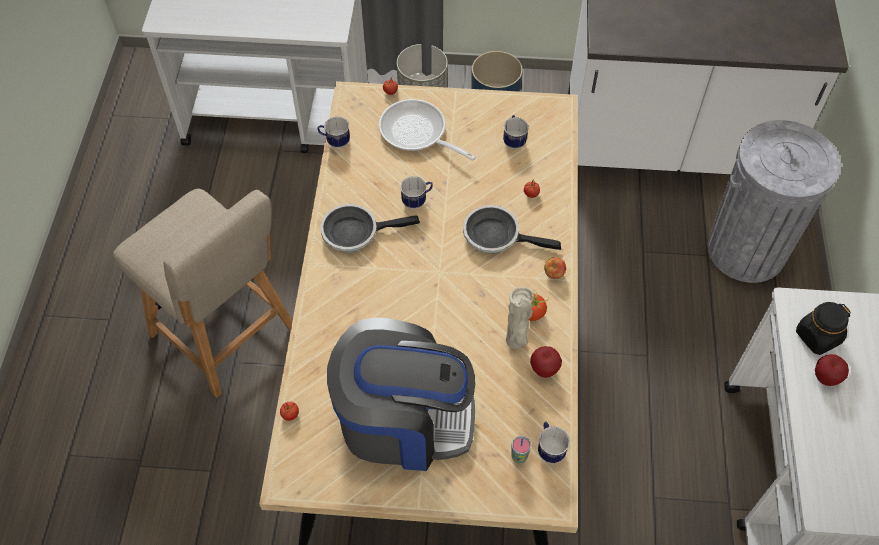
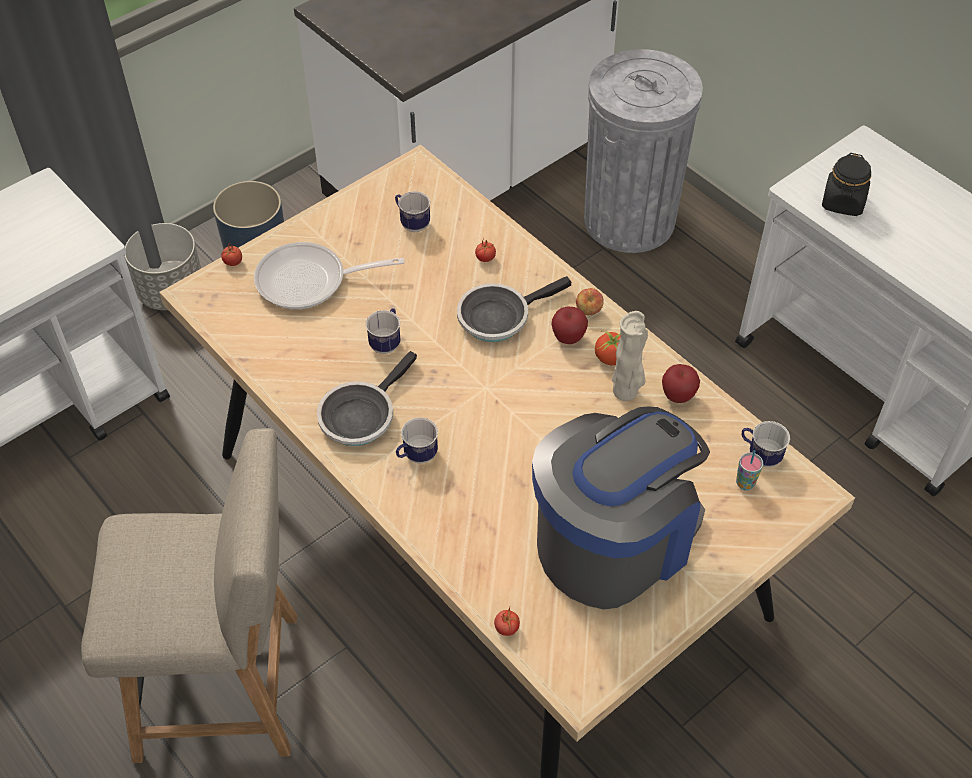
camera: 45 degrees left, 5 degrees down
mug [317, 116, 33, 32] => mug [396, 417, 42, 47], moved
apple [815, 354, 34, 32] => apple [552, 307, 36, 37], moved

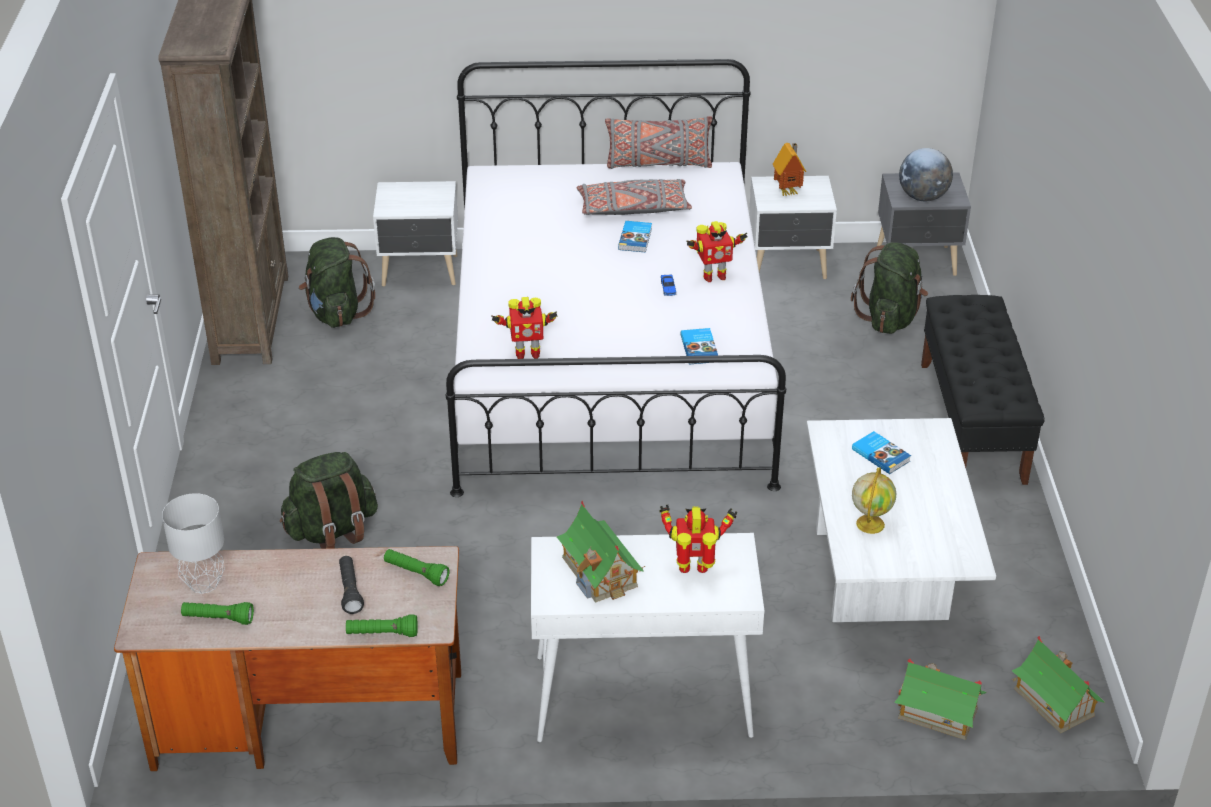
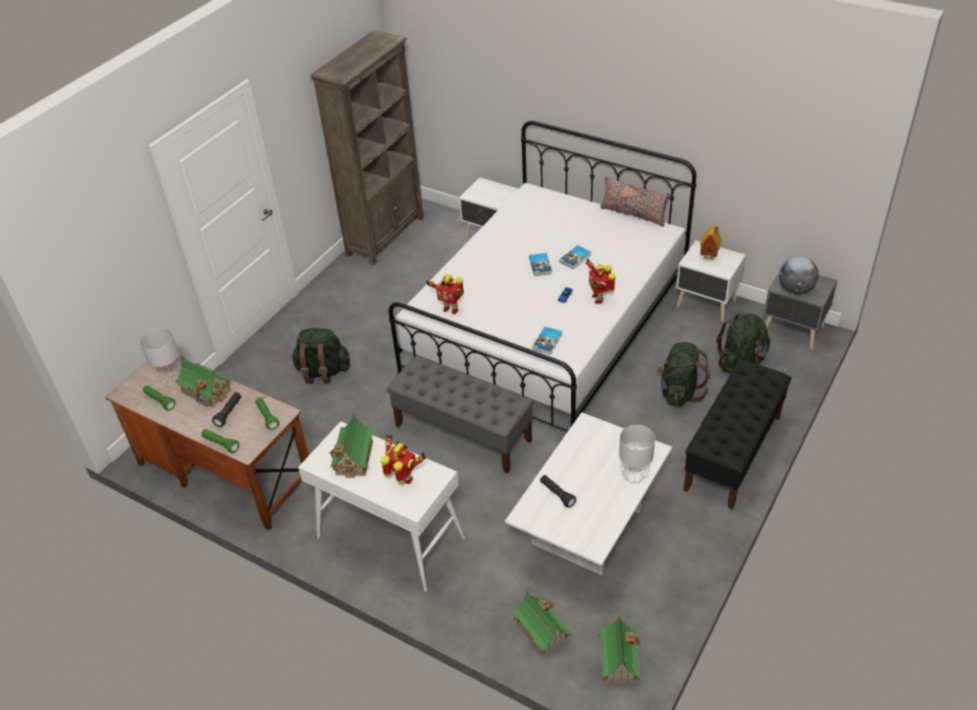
camera: 35 degrees right, 5 degrees up
grey_pillow [576, 179, 116, 36] => nothing
nothing => toy_house [174, 356, 58, 51]
nothing => grey_bench [387, 355, 147, 119]
nothing => grey_table_lamp [619, 425, 36, 59]
green_backpack [299, 237, 76, 91] => green_backpack [657, 342, 53, 64], moved
book [852, 431, 59, 43] => book [529, 253, 23, 23], moved
globe [852, 467, 44, 67] => black_flashlight [540, 475, 36, 33]
toy_robot [686, 221, 61, 61] => toy_robot [586, 259, 29, 45], 60 degrees clockwise

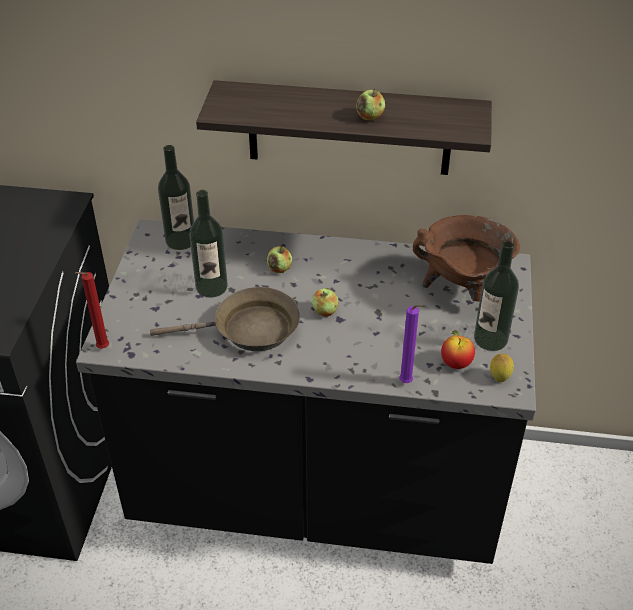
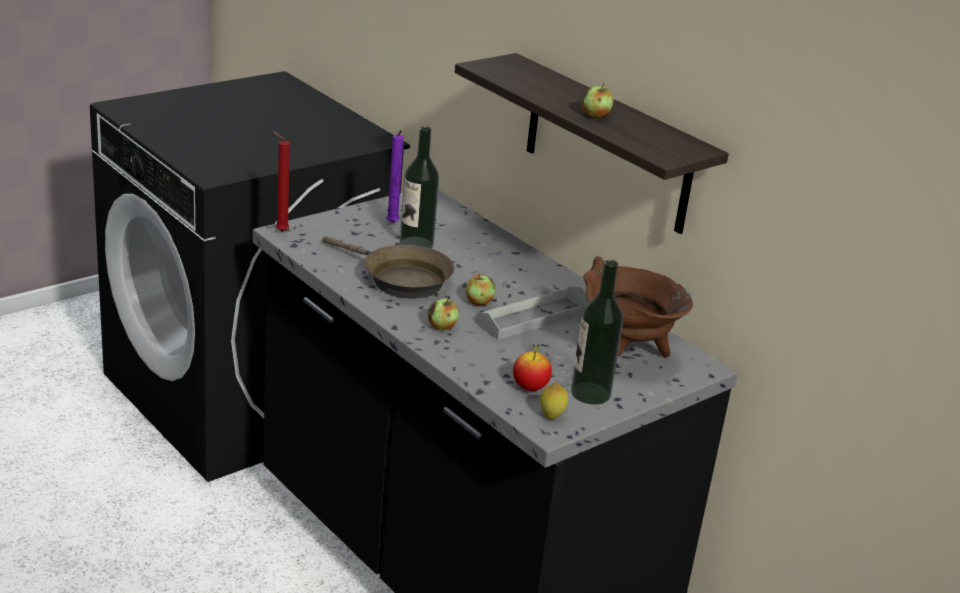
camera: 40 degrees right, 15 degrees down
bottle [158, 145, 36, 105] => nothing
nothing => grey_tray [476, 287, 113, 53]
apple [267, 246, 25, 27] => apple [428, 298, 31, 33], moved
purple_candle [399, 304, 26, 79] => purple_candle [387, 130, 17, 93], moved

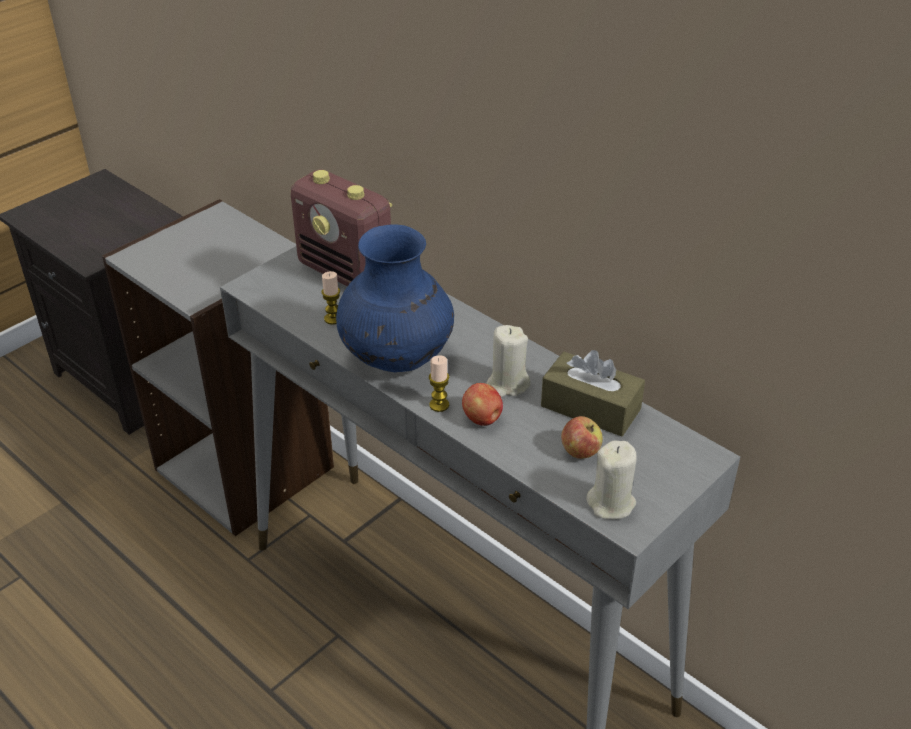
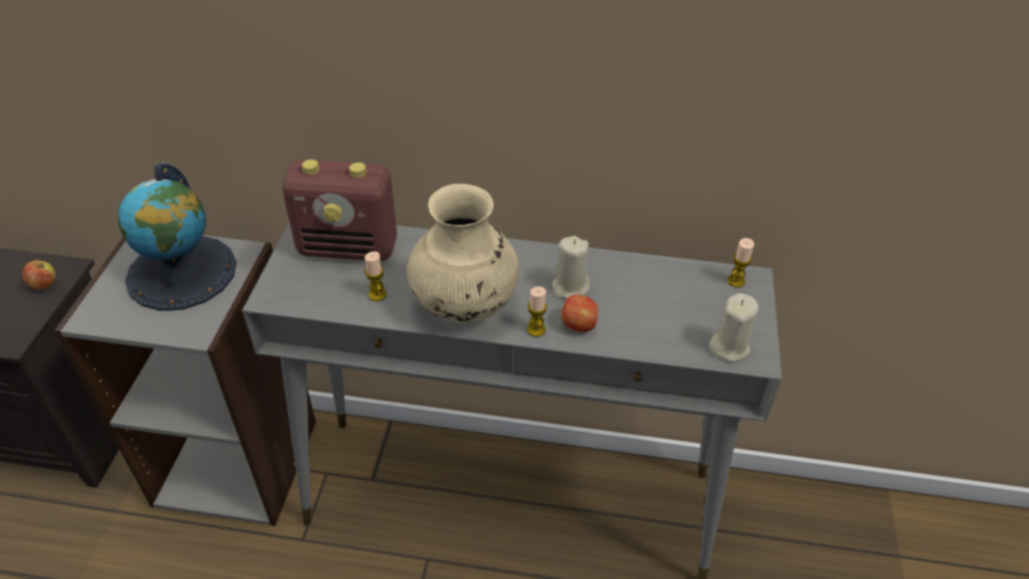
camera: 35 degrees left, 5 degrees up
brown_tissue_box [541, 350, 104, 86] => nothing
nothing => globe [118, 163, 119, 148]
nothing => candle [727, 238, 27, 50]
apple [561, 416, 42, 43] => apple [22, 260, 34, 30], moved
blue_vase [336, 224, 118, 148] => beige_vase [407, 184, 113, 139]

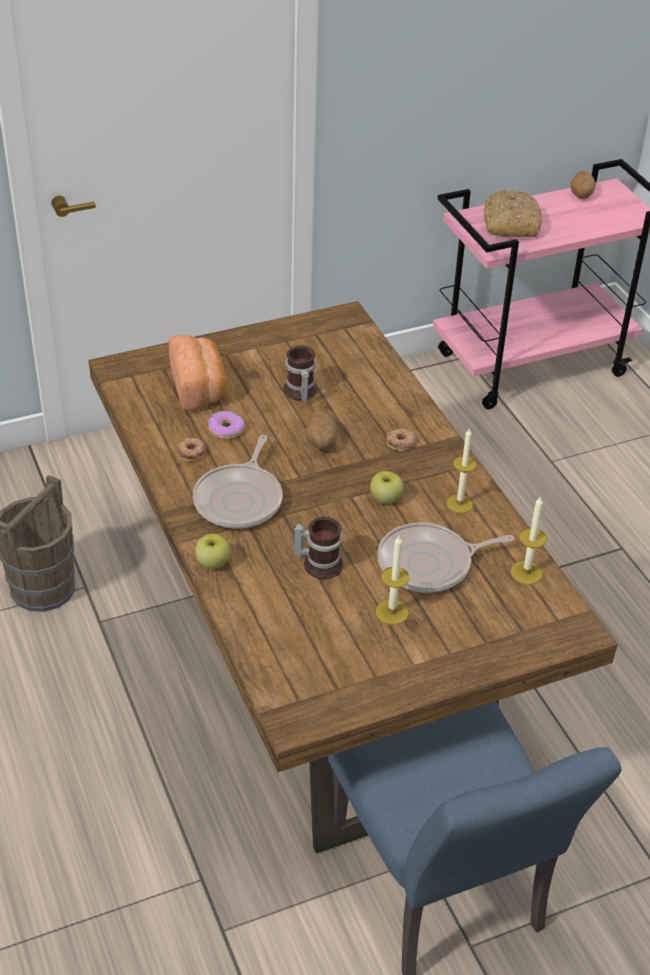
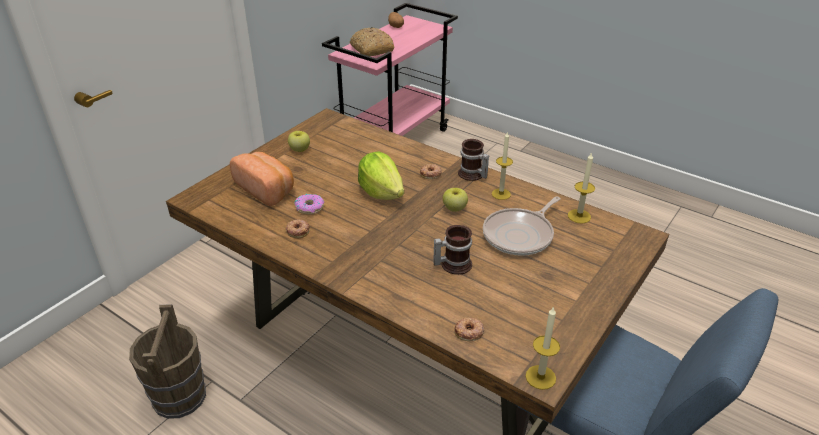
camera: 30 degrees left, 5 degrees down
frying_pan [193, 435, 89, 94] => nothing
nothing => donut [454, 317, 30, 24]
apple [195, 534, 35, 35] => apple [288, 131, 22, 21], moved
mug [283, 345, 34, 57] => mug [458, 139, 31, 42], moved
candle [376, 536, 34, 89] => candle [525, 306, 35, 84], moved
potato [305, 411, 33, 39] => lettuce [358, 151, 46, 49]

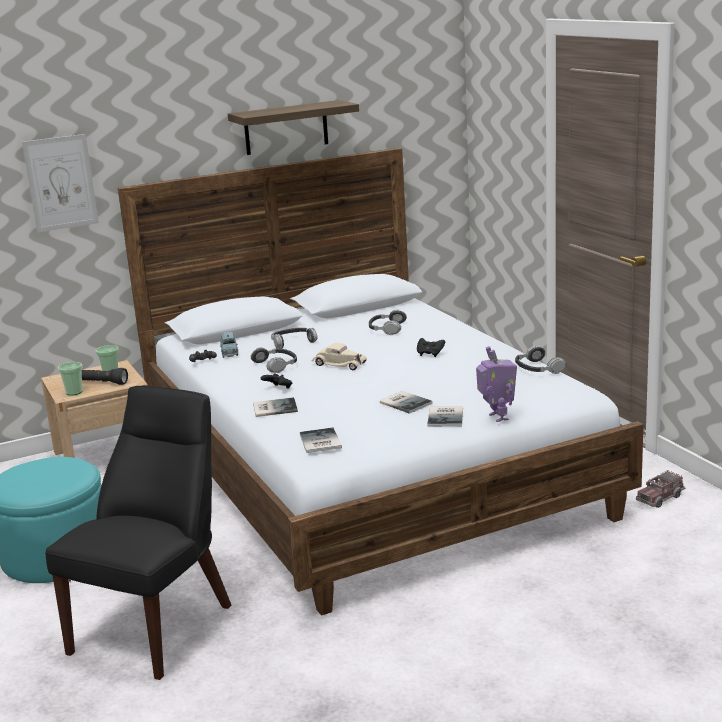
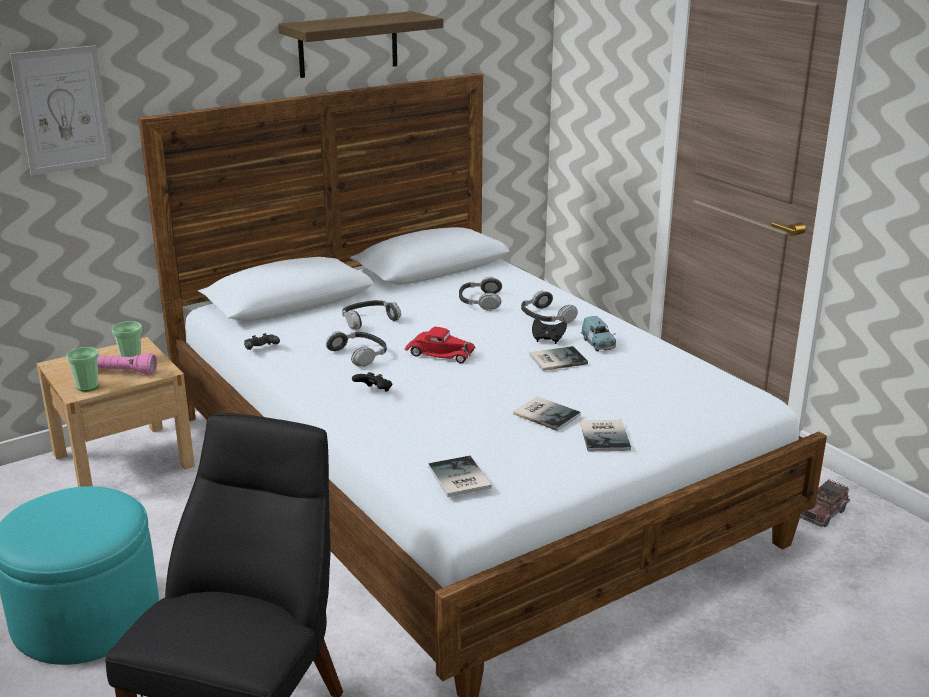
camera: 10 degrees left, 5 degrees up
toy_robot [476, 346, 41, 76] => nothing
blue_toy_car [220, 332, 18, 26] => blue_toy_car [581, 316, 35, 35], moved
book [253, 397, 45, 20] => book [529, 346, 59, 25], moved
headphones [515, 346, 51, 28] => headphones [521, 290, 57, 34], moved
black_flashlight [82, 368, 46, 17] => pink_flashlight [98, 353, 59, 22]
beige_toy_car [311, 343, 56, 27] => red_toy_car [404, 327, 72, 36]

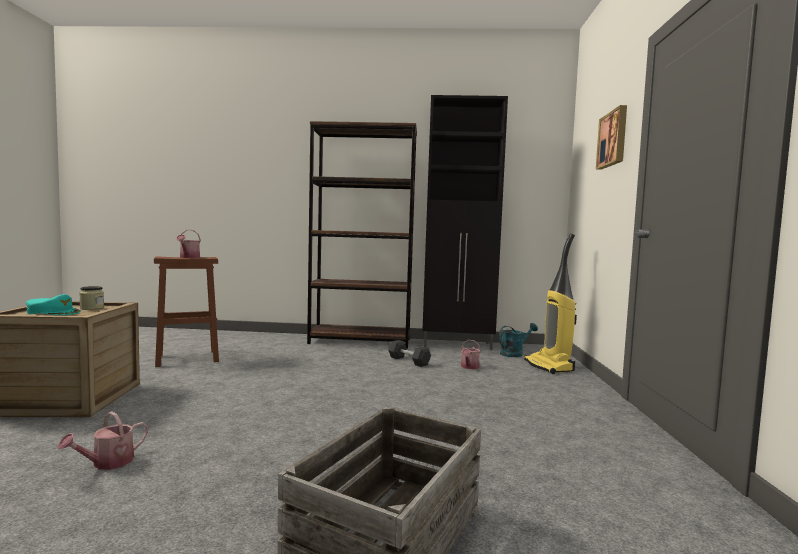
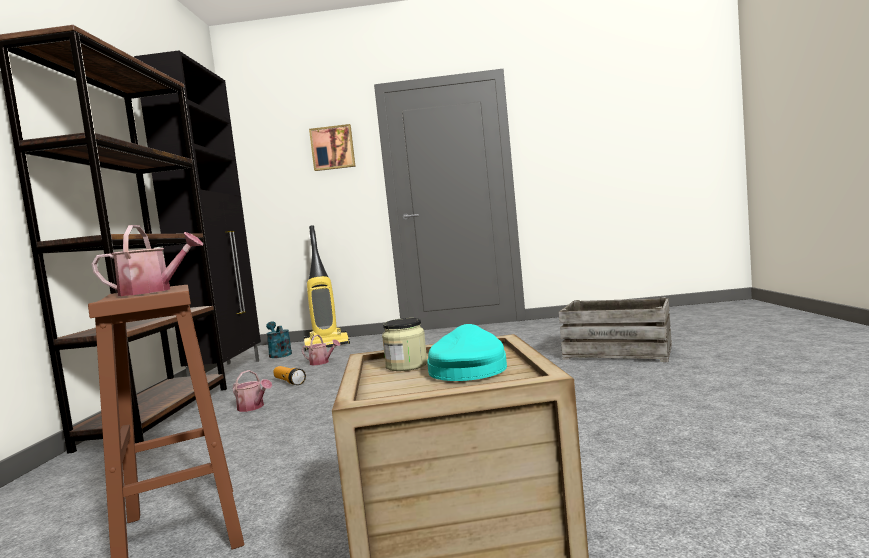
camera: 90 degrees left, 0 degrees up
watering_can [58, 411, 90, 59] => watering_can [232, 370, 40, 42], moved
grey_dumbbell [388, 340, 43, 27] => flashlight [273, 366, 33, 19]

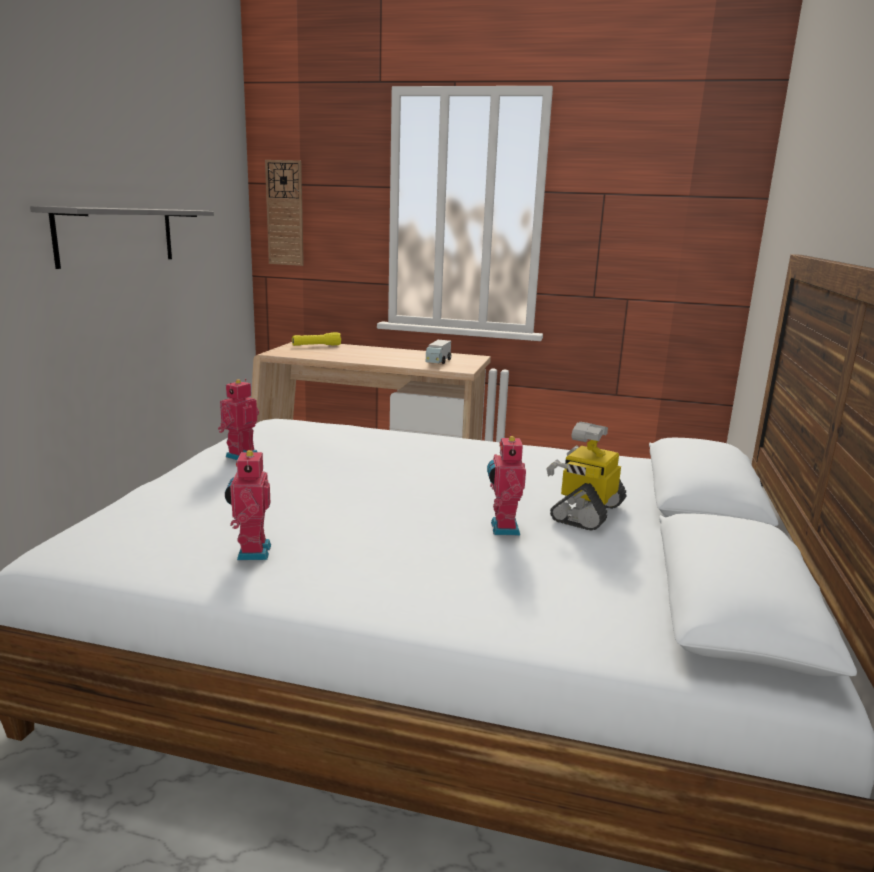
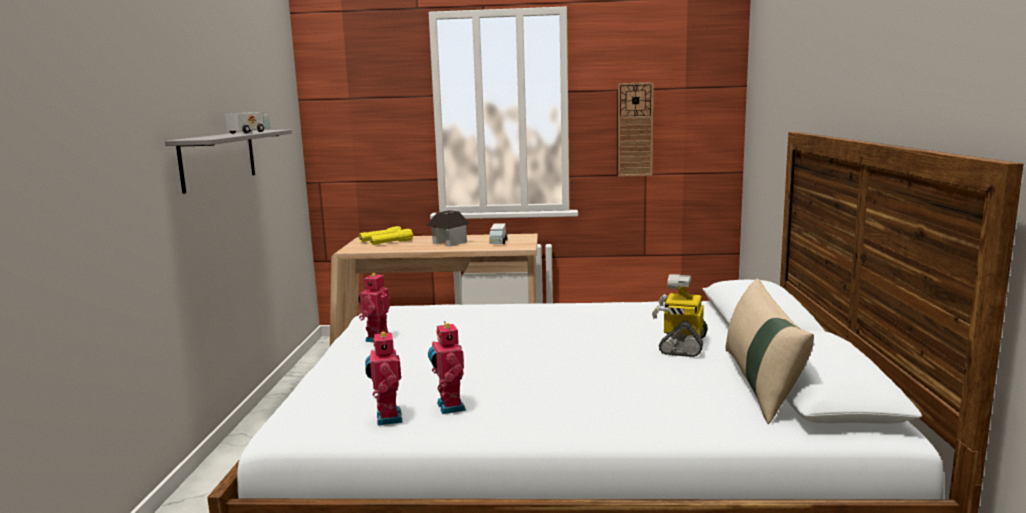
camera: 10 degrees left, 5 degrees down
nothing => toy_truck [225, 112, 45, 21]
nothing => yellow_flashlight [369, 229, 44, 16]
nothing => toy_house [426, 210, 44, 37]
nothing => beige_pillow [726, 279, 88, 145]
wall_clock [265, 160, 39, 106] => wall_clock [618, 82, 36, 95], moved
toy_robot [487, 434, 39, 101] => toy_robot [365, 330, 38, 95], moved

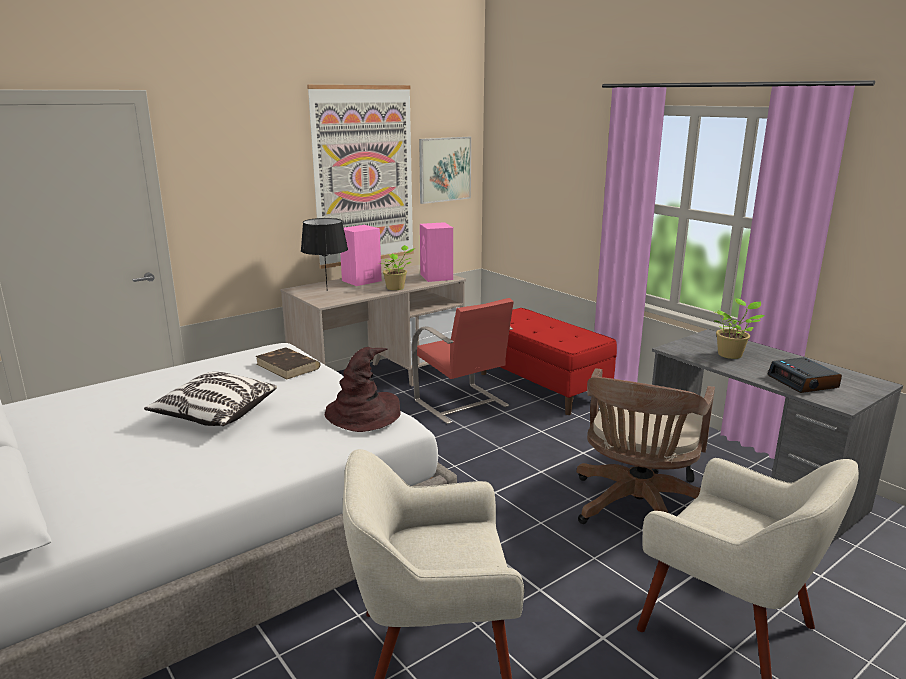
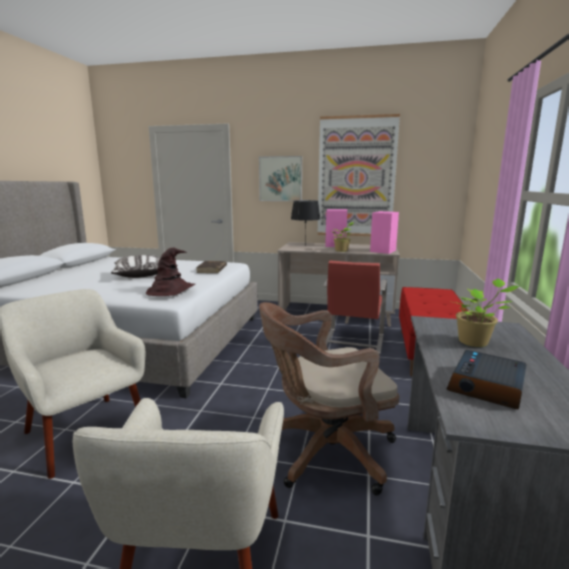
camera: 50 degrees right, 5 degrees down
picture [419, 137, 52, 67] => picture [259, 156, 43, 45], moved

